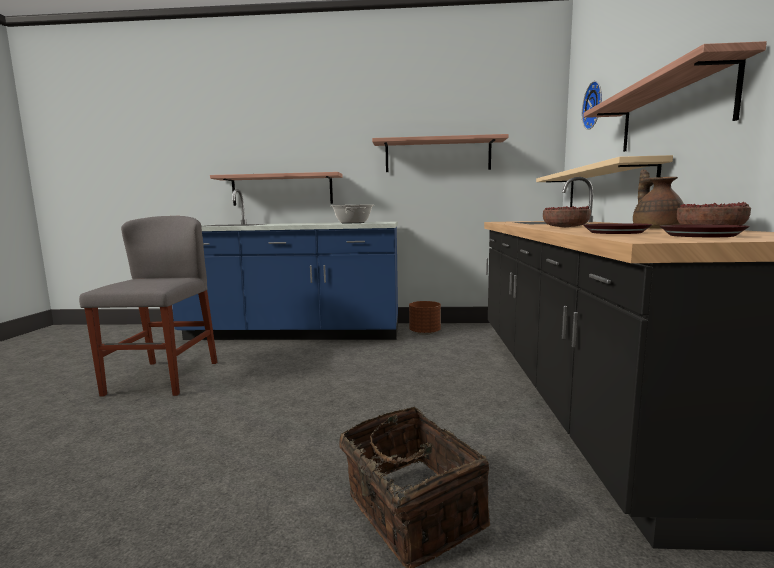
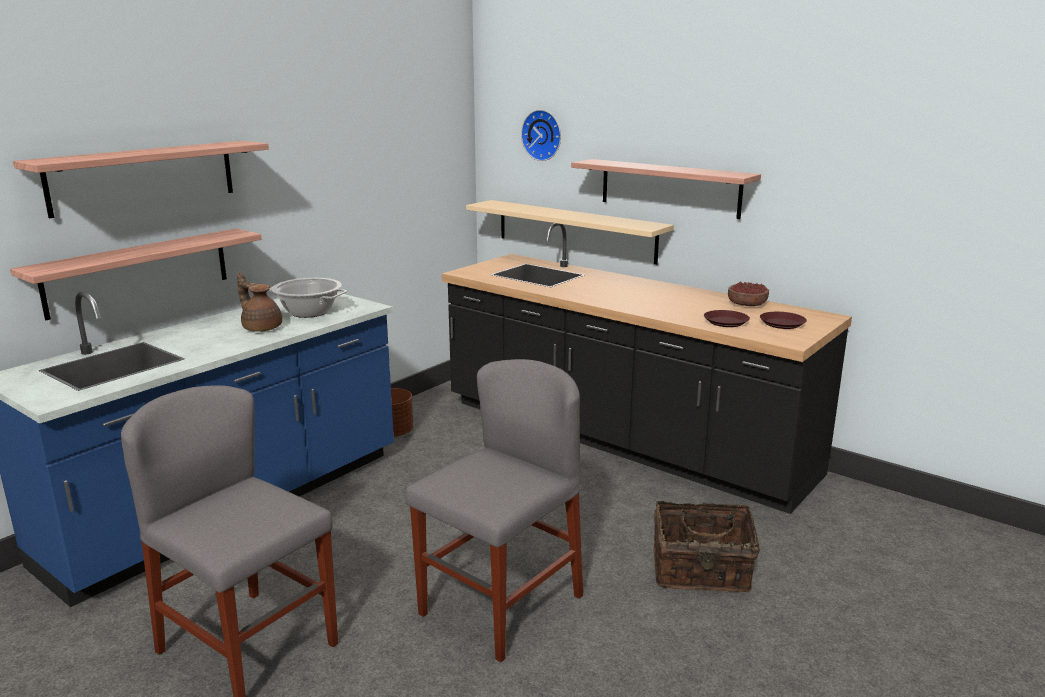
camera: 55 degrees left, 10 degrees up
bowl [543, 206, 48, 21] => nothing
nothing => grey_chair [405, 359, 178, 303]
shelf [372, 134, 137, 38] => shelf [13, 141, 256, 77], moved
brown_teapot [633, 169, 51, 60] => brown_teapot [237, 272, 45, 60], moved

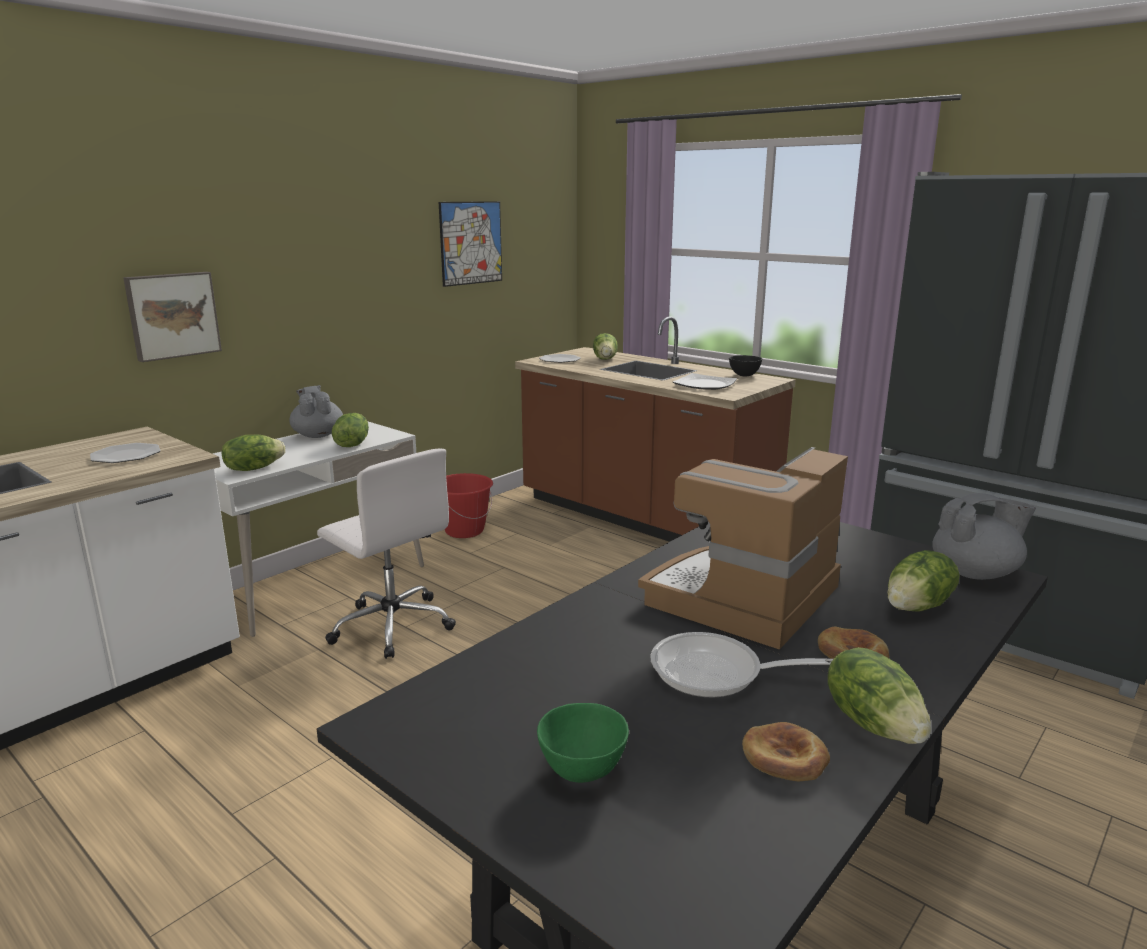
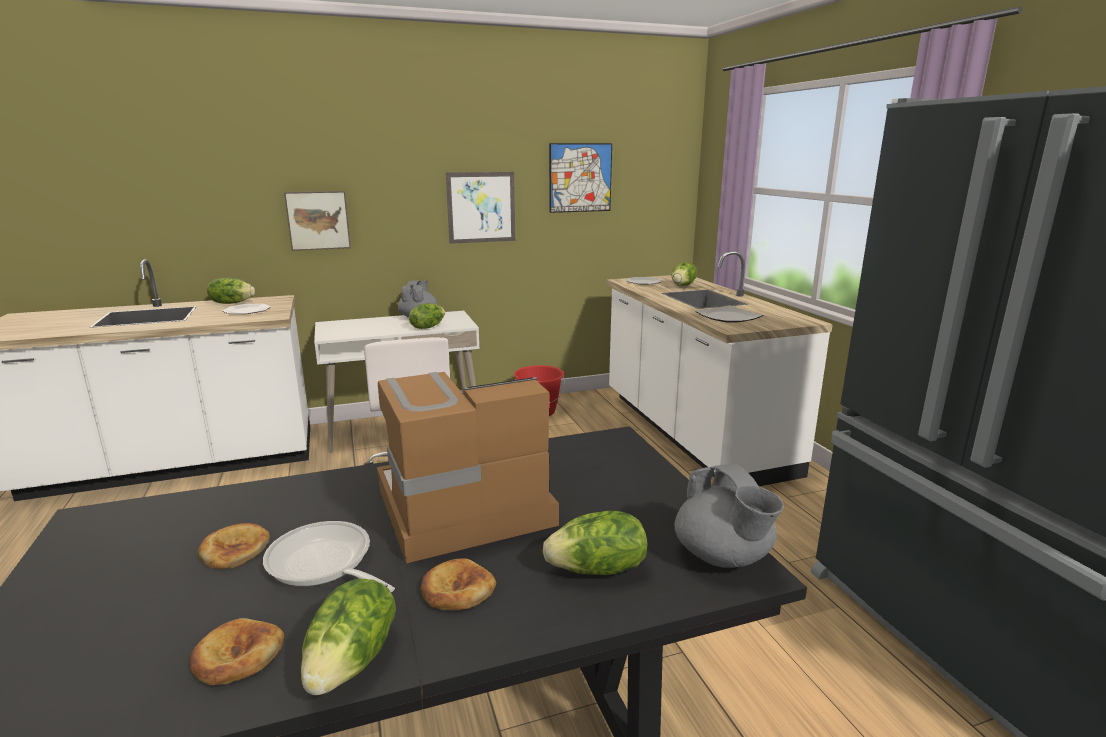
camera: 30 degrees right, 0 degrees up
green_bowl [537, 703, 92, 80] => nothing
black_bowl [729, 355, 33, 21] => nothing
nothing => bread [197, 523, 73, 46]
nothing => picture [446, 172, 69, 72]
lettuce [221, 435, 65, 36] => lettuce [207, 278, 48, 26], moved
brown_counter [515, 316, 281, 226] => white_counter [606, 251, 227, 235]
grey_teapot [932, 493, 104, 87] => grey_teapot [674, 464, 110, 104], 45 degrees clockwise

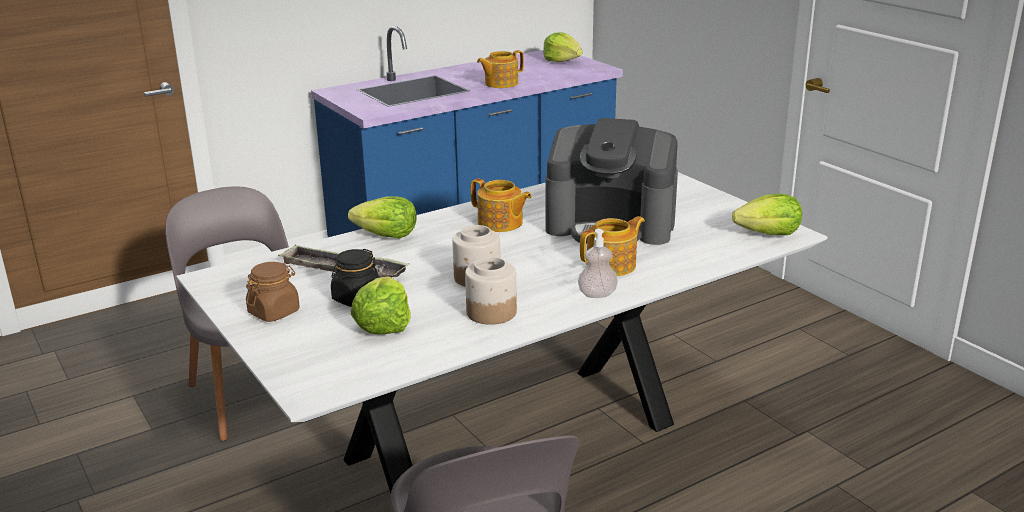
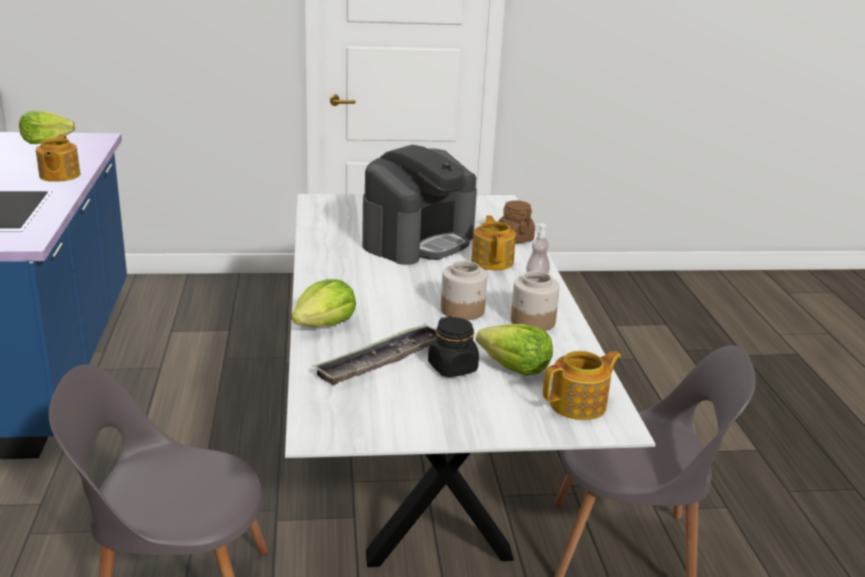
camera: 65 degrees left, 0 degrees up
lettuce [732, 194, 70, 41] => nothing
brown_jar [246, 262, 54, 60] => brown_jar [499, 200, 36, 43], moved
teapot [471, 179, 61, 53] => teapot [543, 351, 78, 69], moved

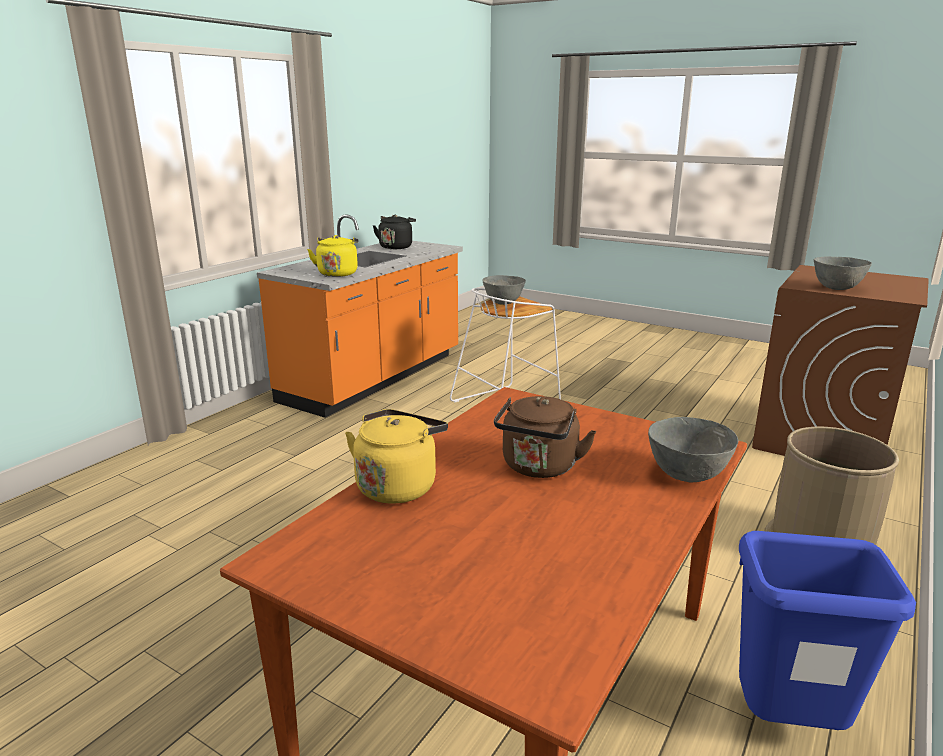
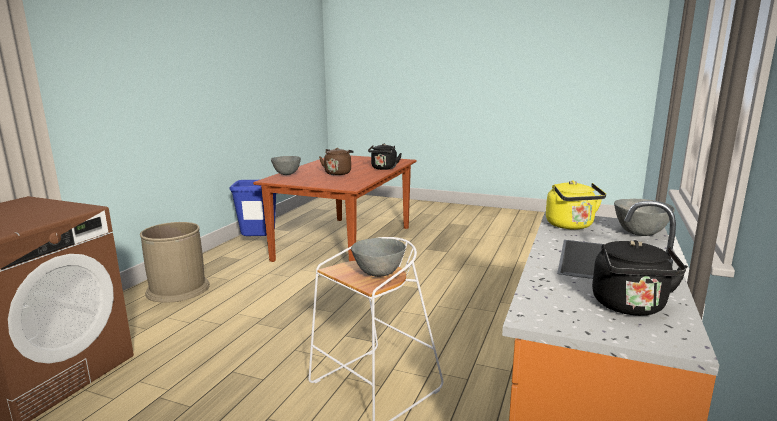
camera: 170 degrees right, 5 degrees down
grey_bowl [814, 256, 58, 34] => grey_bowl [614, 199, 61, 37], moved
yellow_kettle [345, 409, 103, 95] => black_kettle [368, 143, 34, 27]

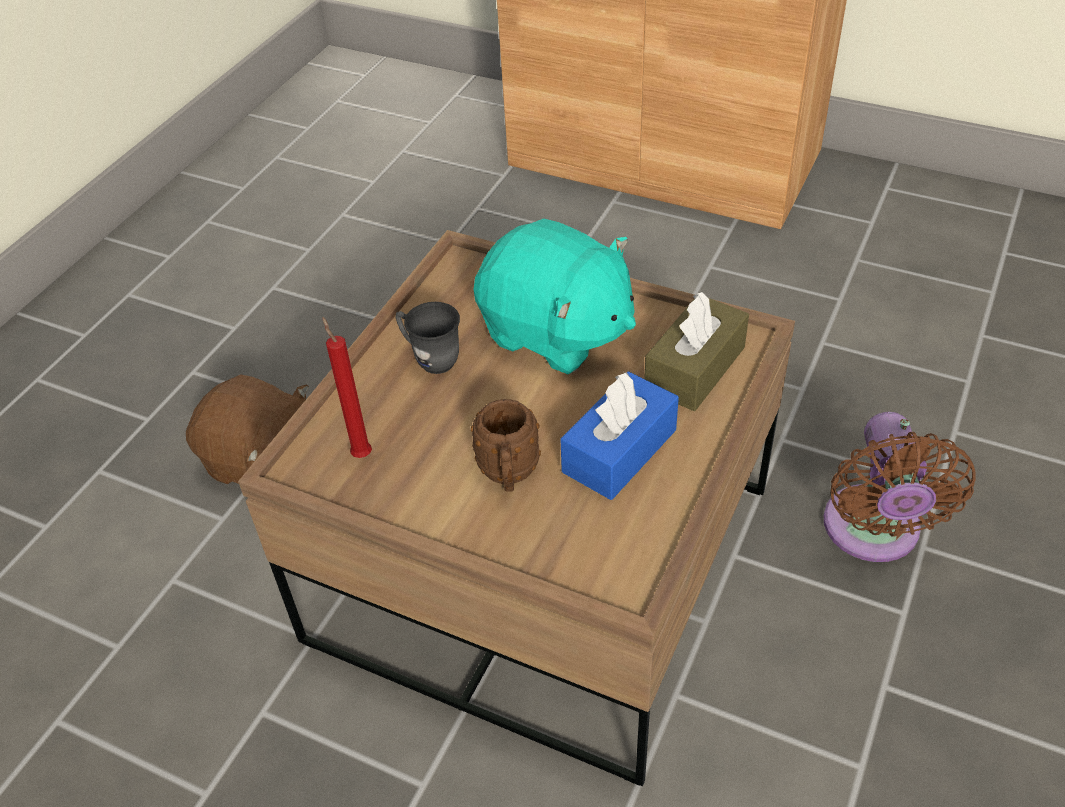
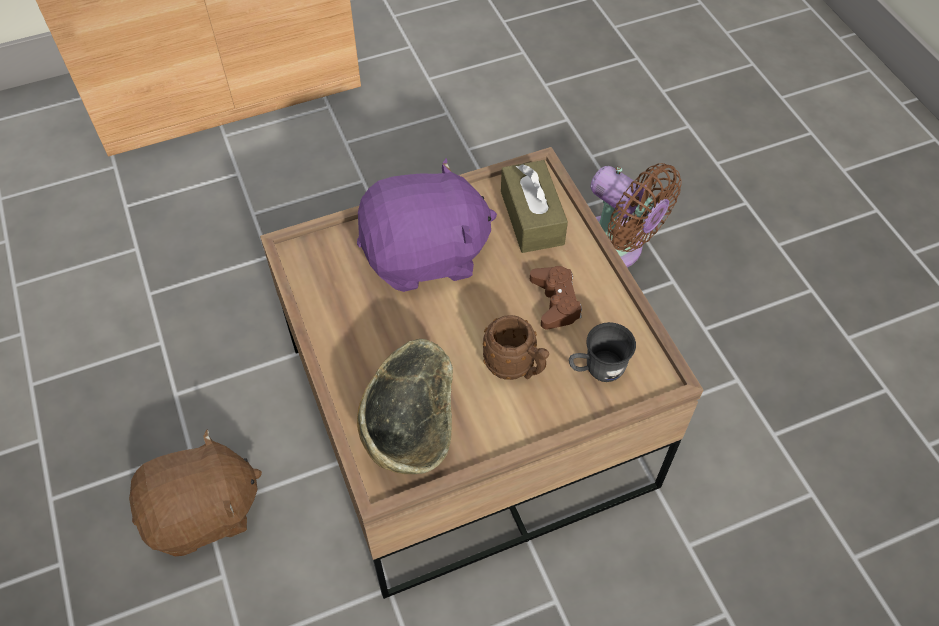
camera: 50 degrees left, 10 degrees up
grey_mug [396, 302, 64, 72] => grey_mug [569, 322, 67, 60], moved
red_candle [322, 317, 50, 141] => bowl [357, 339, 96, 135]
blue_tissue_box [560, 371, 119, 129] => brown_game_controller [530, 266, 52, 64]
turquoise_plush_toy [473, 219, 163, 156] => purple_plush_toy [357, 158, 140, 134]

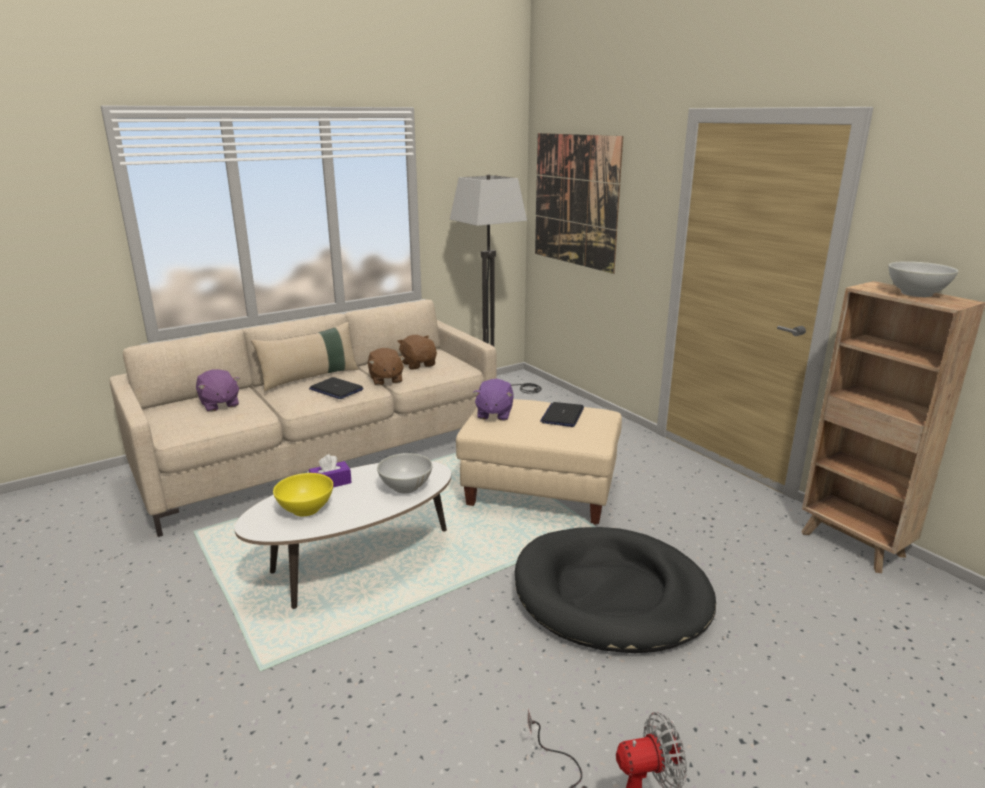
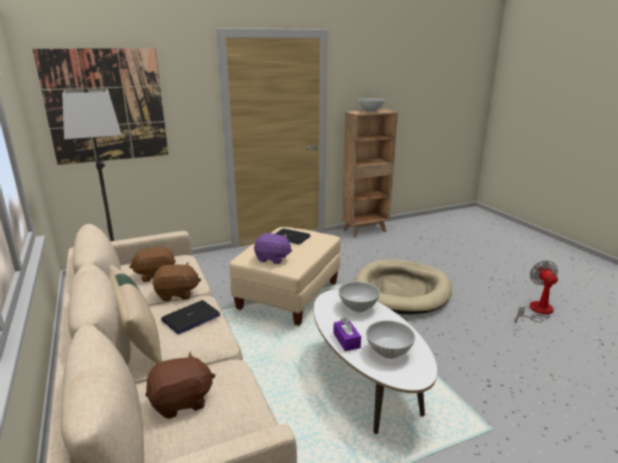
camera: 80 degrees left, 0 degrees up
purple_plush_toy [196, 369, 44, 43] => brown_plush_toy [145, 351, 70, 68]
yellow_bowl [273, 473, 60, 43] => white_bowl [366, 320, 49, 39]
black_dog_bed [515, 527, 201, 126] => beige_dog_bed [354, 259, 98, 55]

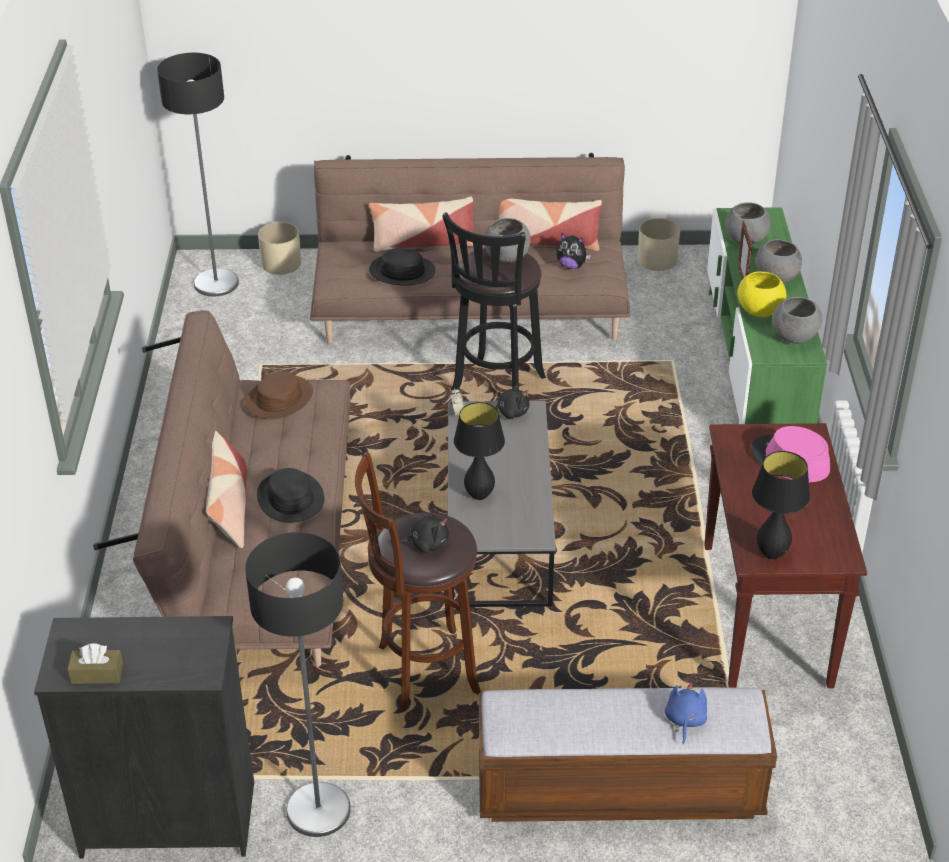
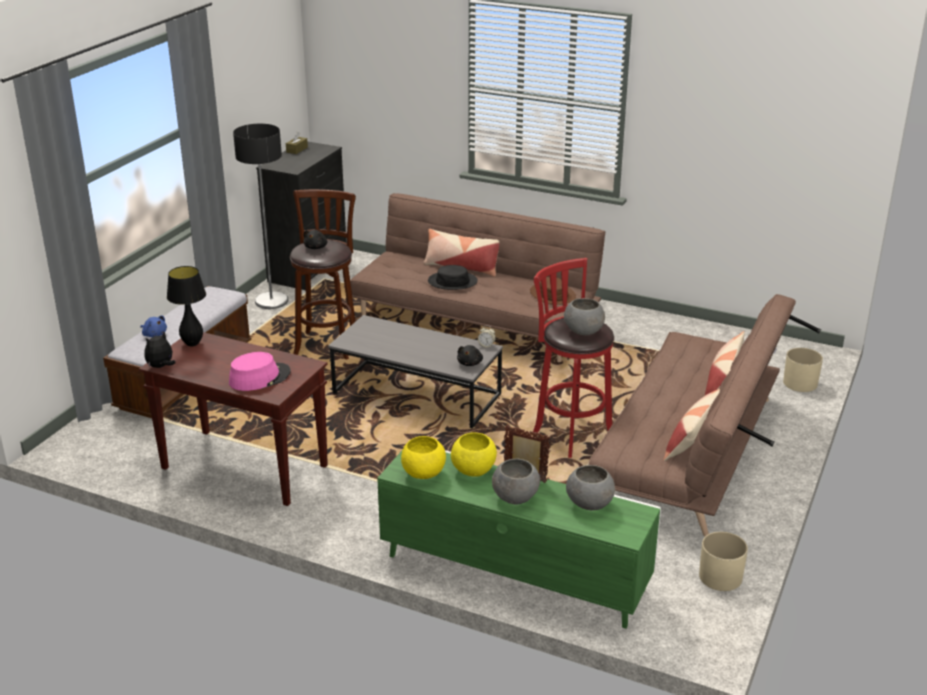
camera: 115 degrees right, 10 degrees down
floor_lamp [157, 53, 82, 243] => nothing
black_hat [369, 248, 66, 37] => nothing
black_table_lamp [454, 402, 51, 98] => nothing
plush_toy [557, 233, 34, 36] => plush_toy [144, 331, 32, 37], moved
black_stool [443, 212, 103, 183] => red_stool [533, 258, 81, 200]
grey_bowl [772, 297, 50, 47] => yellow_bowl [401, 436, 45, 43]

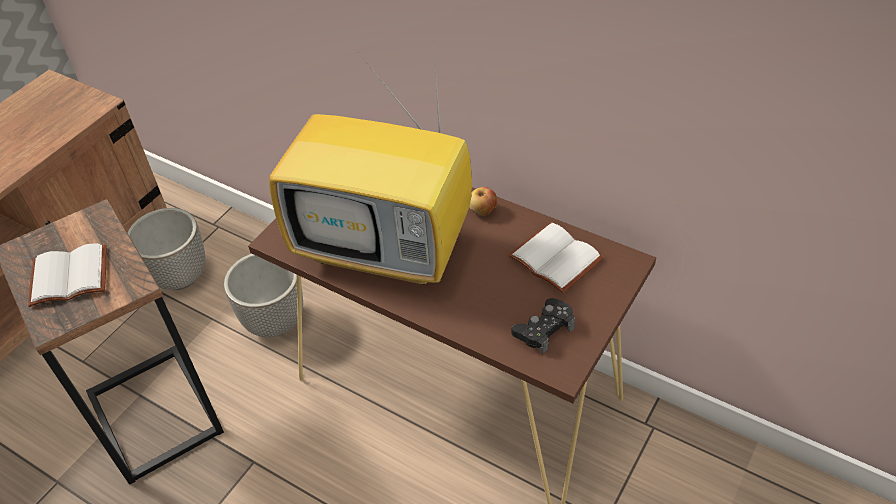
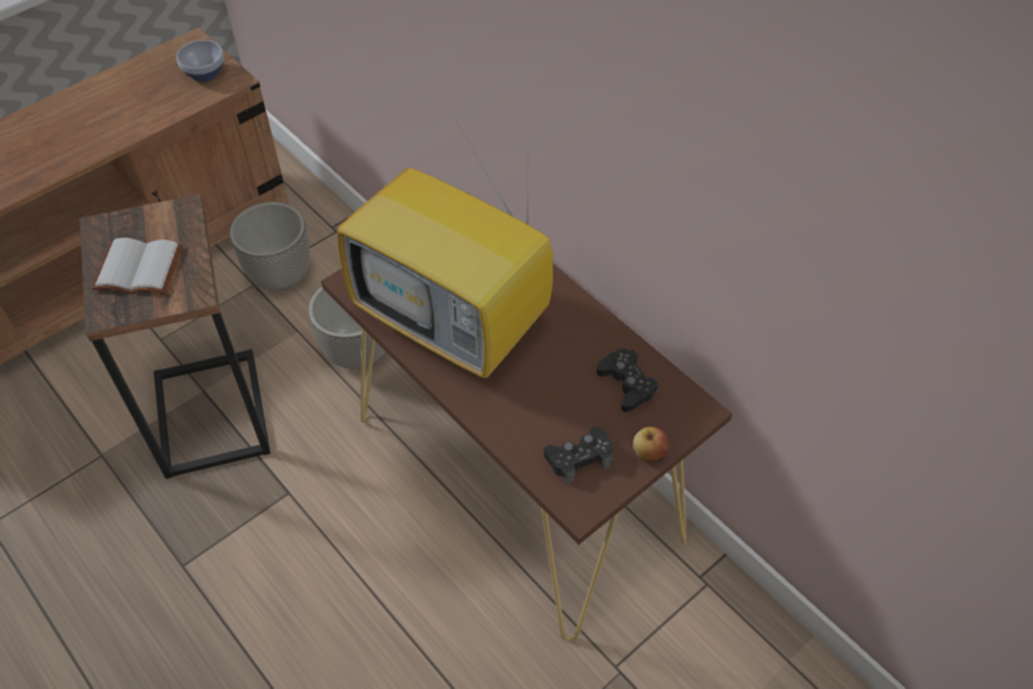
camera: 15 degrees right, 5 degrees up
nothing => bowl [176, 40, 48, 42]
apple [470, 187, 27, 29] => apple [633, 427, 36, 34], moved
white_book [508, 222, 96, 71] => black_game_controller [597, 349, 62, 63]

